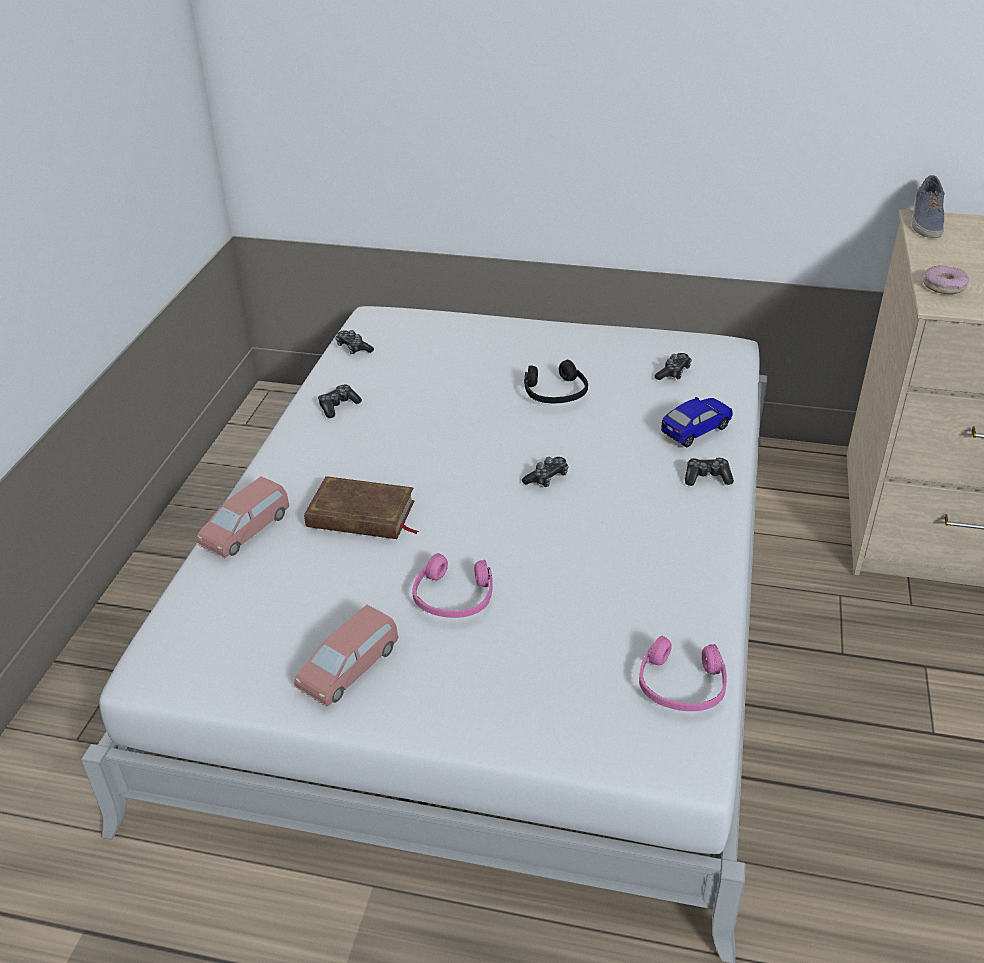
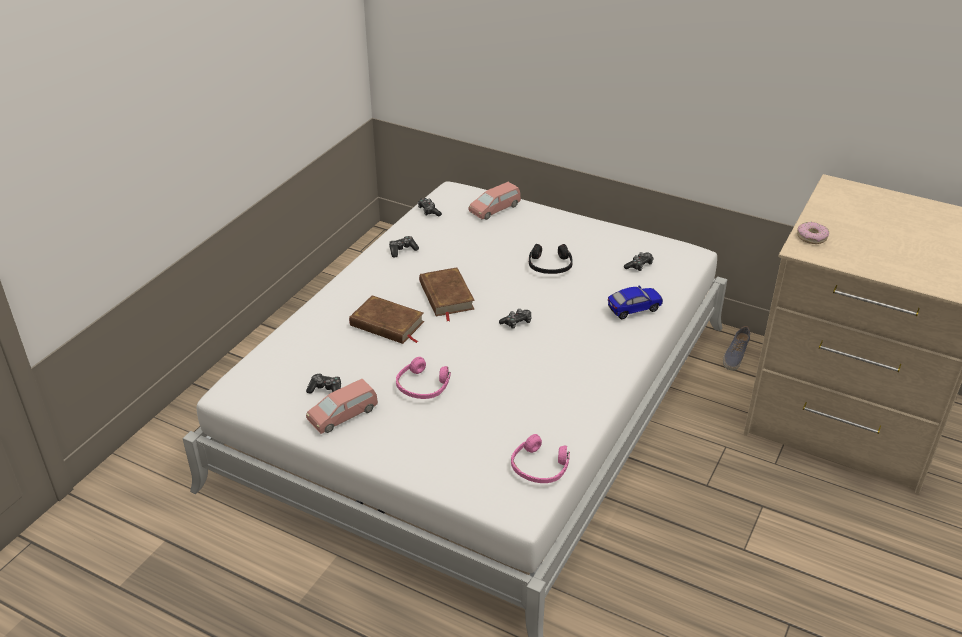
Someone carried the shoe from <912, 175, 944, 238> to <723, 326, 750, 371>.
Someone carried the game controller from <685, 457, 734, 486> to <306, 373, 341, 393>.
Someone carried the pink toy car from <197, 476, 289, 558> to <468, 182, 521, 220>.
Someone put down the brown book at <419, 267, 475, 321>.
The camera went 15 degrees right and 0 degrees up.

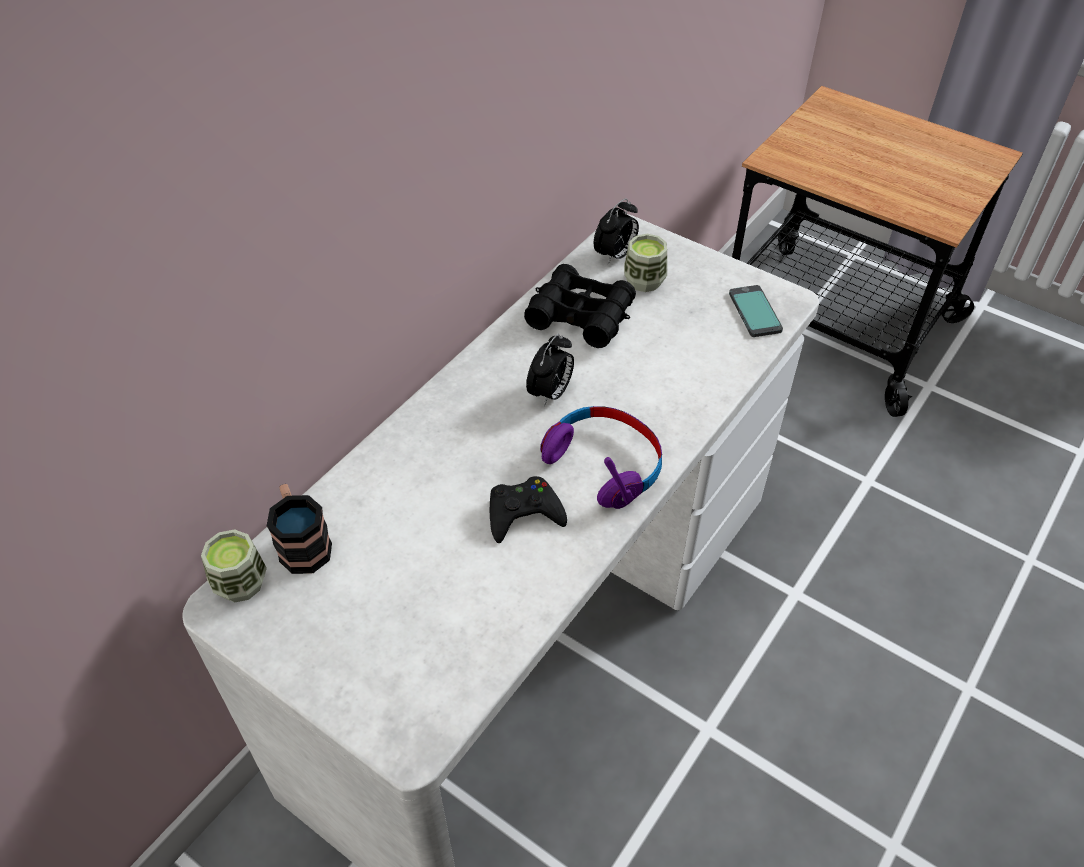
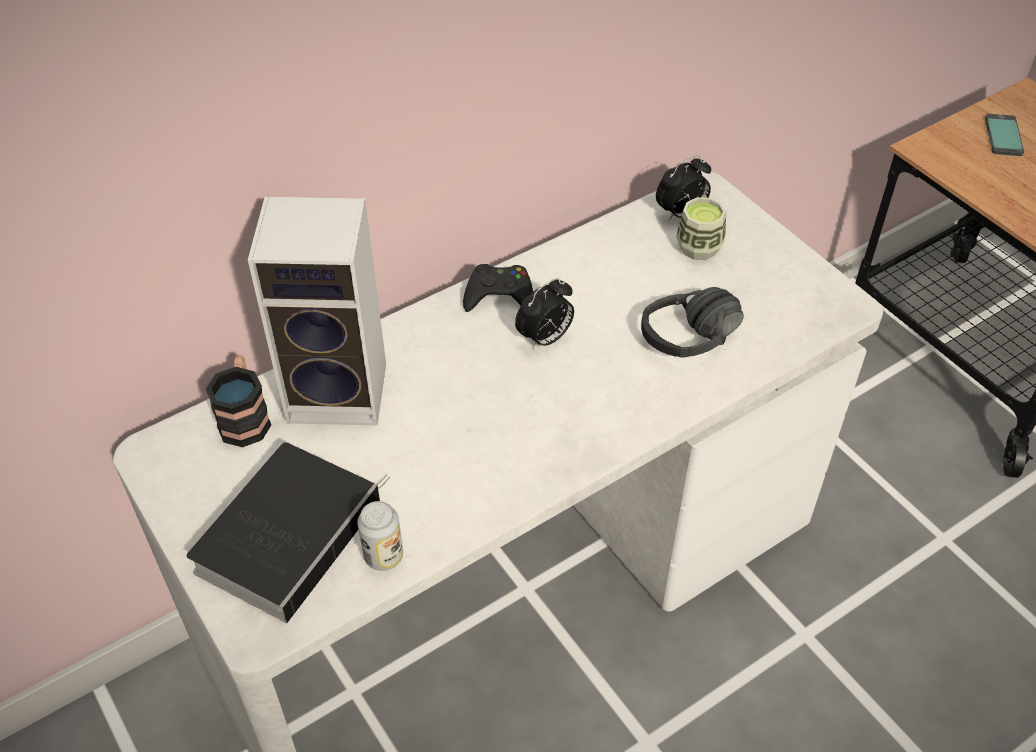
Someone took away the black binoculars at <524, 264, 636, 348>.
Someone carried the phone from <729, 285, 783, 337> to <985, 114, 1024, 156>.
Someone took away the purple headphones at <540, 406, 662, 509>.
Someone carried the black game controller from <490, 476, 567, 543> to <463, 264, 533, 312>.
Someone took away the cup at <201, 529, 267, 602>.
Someone put down the speaker at <248, 196, 386, 426>.
Someone put down the black headphones at <641, 287, 744, 358>.
Someone put down the book at <187, 442, 390, 623>.
Someone put down the can at <358, 501, 403, 571>.
The camera went 20 degrees right and 0 degrees up.

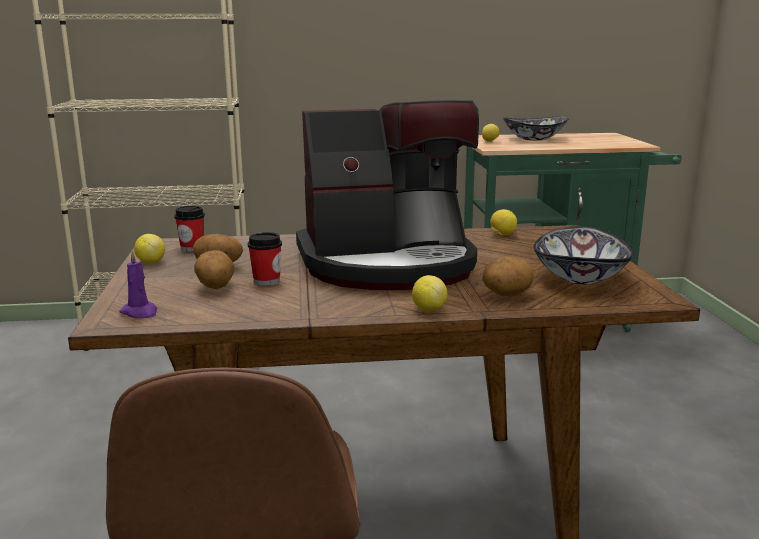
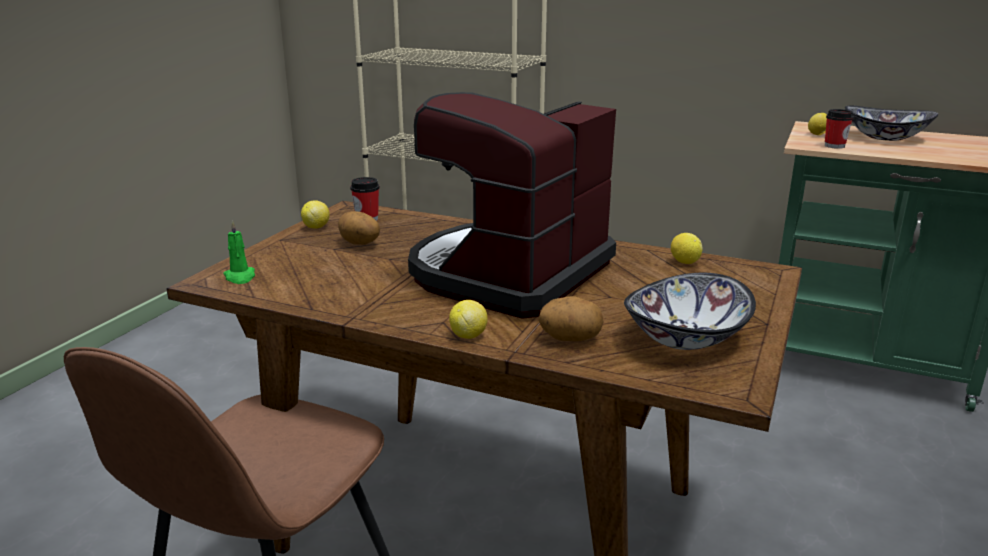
Someone rotated the coffee machine at <296, 100, 479, 290> by 105 degrees clockwise.
Someone carried the cup from <248, 232, 282, 286> to <825, 109, 853, 149>.
Someone repainted the purple candle at <120, 250, 157, 318>, which became the green candle at <223, 220, 255, 284>.
Someone took away the potato at <194, 250, 234, 289>.
The camera went 30 degrees right and 5 degrees up.

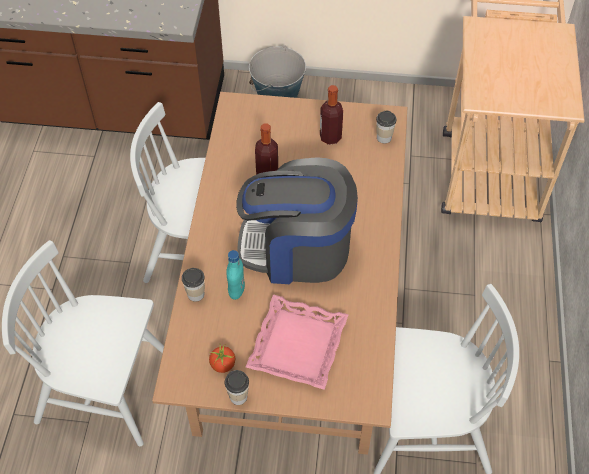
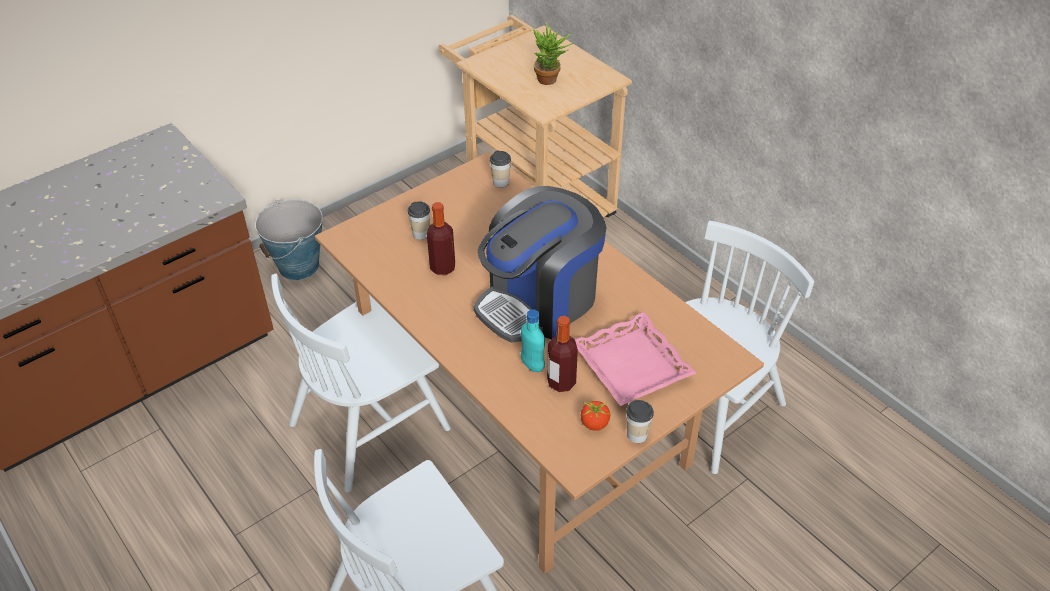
Someone carried the bottle from <320, 85, 343, 145> to <547, 316, 578, 392>.
Someone carried the cup from <182, 268, 205, 302> to <408, 202, 430, 240>.
Someone put down the potted plant at <532, 22, 574, 85>.
The camera went 45 degrees left and 10 degrees down.

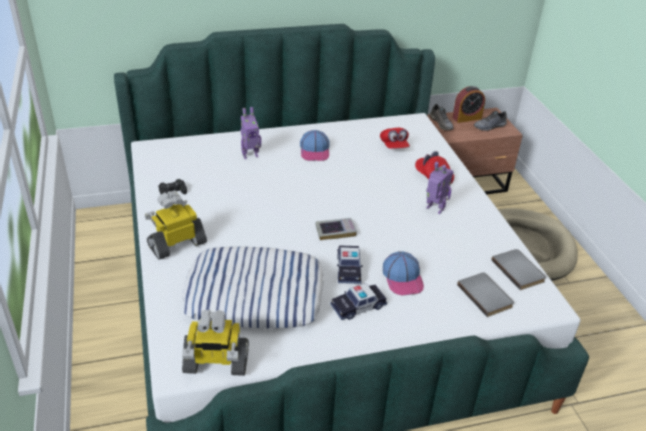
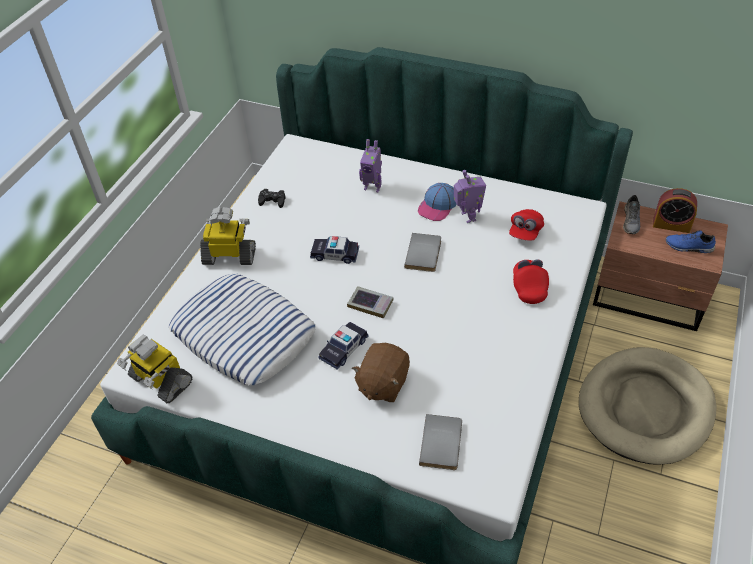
Someone repainted the grey shoe at <473, 111, 507, 131>, which became the blue shoe at <666, 231, 716, 253>.
Someone carried the toy robot from <426, 162, 453, 214> to <454, 170, 486, 223>.
Someone carried the grey book from <491, 249, 546, 290> to <404, 233, 441, 272>.
Someone swapped the cap at <383, 251, 424, 295> for the brown plush toy at <352, 343, 410, 402>.
Someone carried the toy car from <330, 283, 387, 320> to <310, 236, 359, 264>.
The camera went 40 degrees right and 10 degrees up.

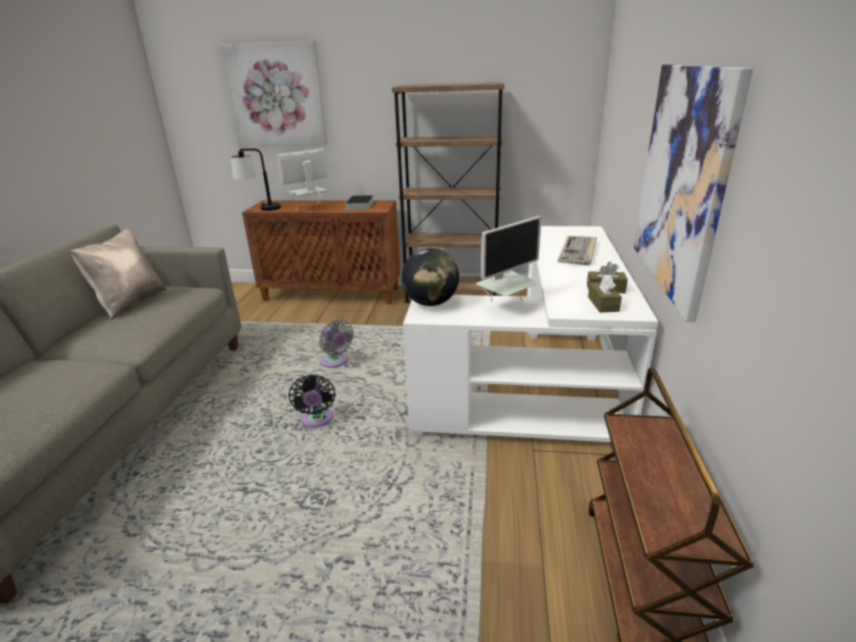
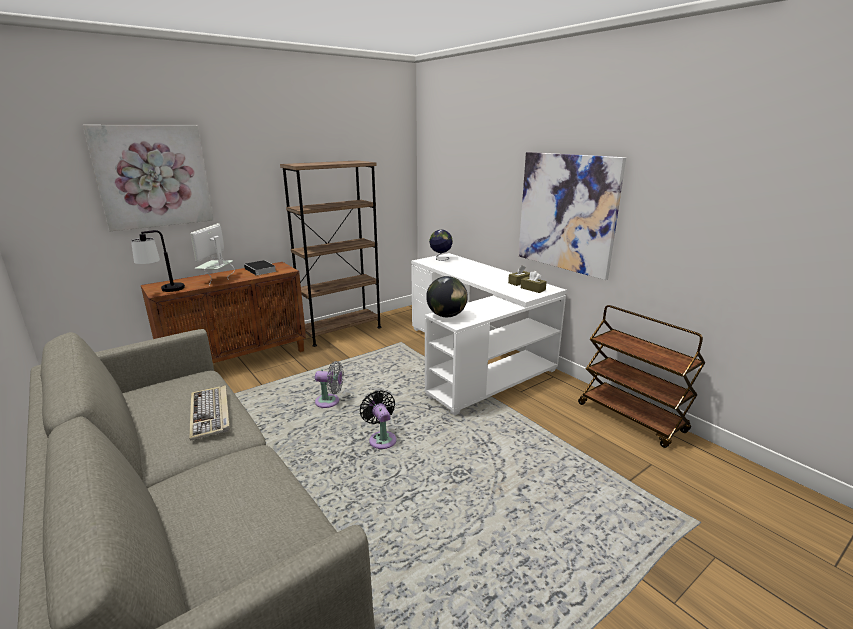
Someone took away the monitor at <476, 216, 541, 301>.
Someone took away the beige pillow at <70, 228, 166, 319>.
Someone carried the keyboard from <558, 236, 597, 265> to <189, 385, 230, 440>.
Someone rotated the black fan at <288, 374, 336, 427> by 150 degrees counterclockwise.
Someone put down the globe at <429, 230, 453, 260>.
The camera went 45 degrees left and 5 degrees down.

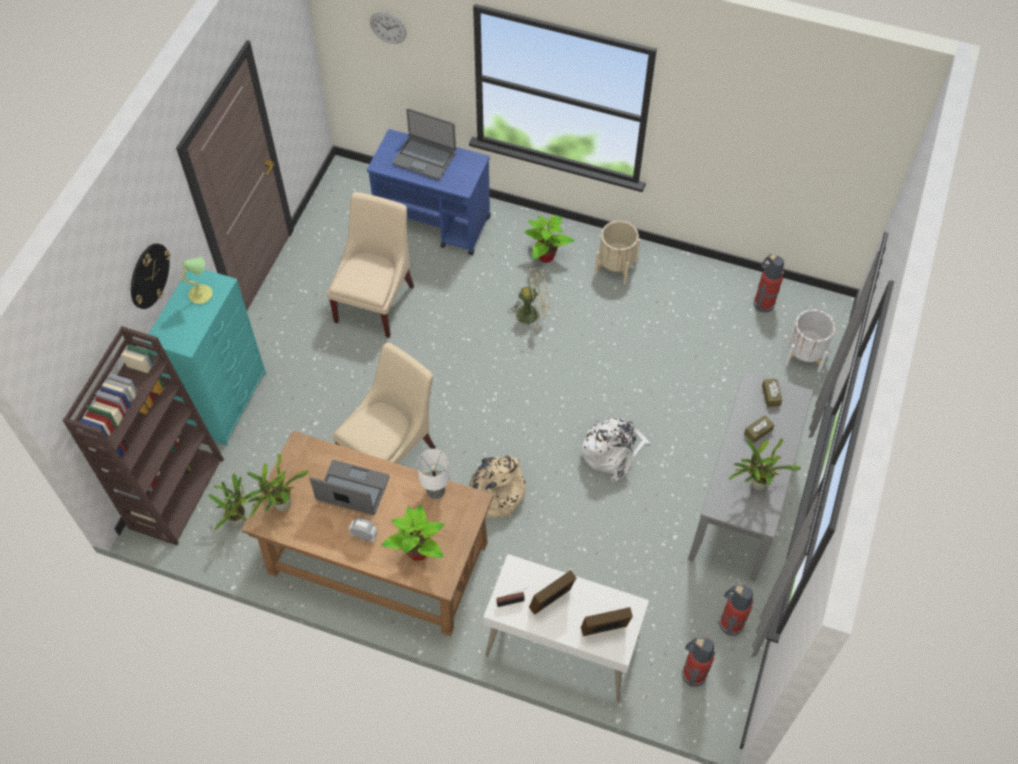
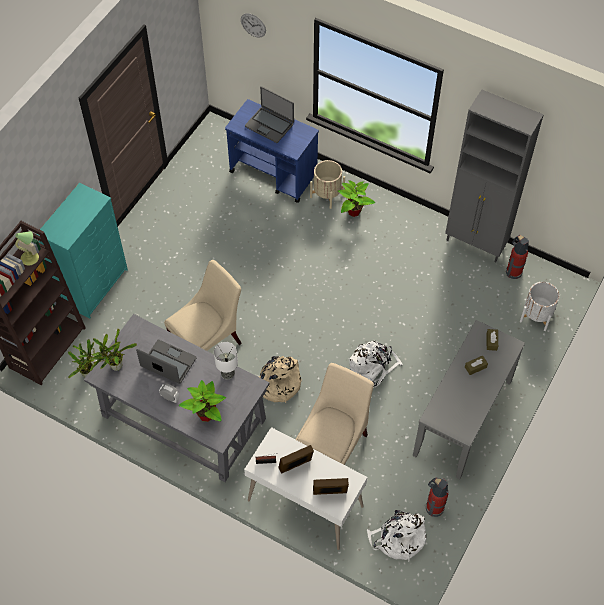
Someone carried the beige chair from <327, 192, 414, 338> to <295, 363, 374, 465>.
Someone carried the beige planter from <595, 221, 640, 284> to <310, 160, 345, 209>.
Someone took away the wall clock at <131, 243, 170, 309>.
Someone carried the table lamp from <182, 257, 213, 304> to <15, 231, 39, 265>.
Someone took away the beige fan at <509, 268, 550, 330>.
Someone repainted the brown desk at <242, 430, 493, 636>, which became the grey desk at <84, 314, 269, 482>.
Someone took away the potted plant at <728, 438, 801, 491>.
Someone swapped the fire extinguisher at <682, 637, 716, 687> for the white backpack at <367, 510, 427, 561>.
Someone put down the grey cabinet at <445, 90, 544, 262>.
The camera went 10 degrees right and 0 degrees up.

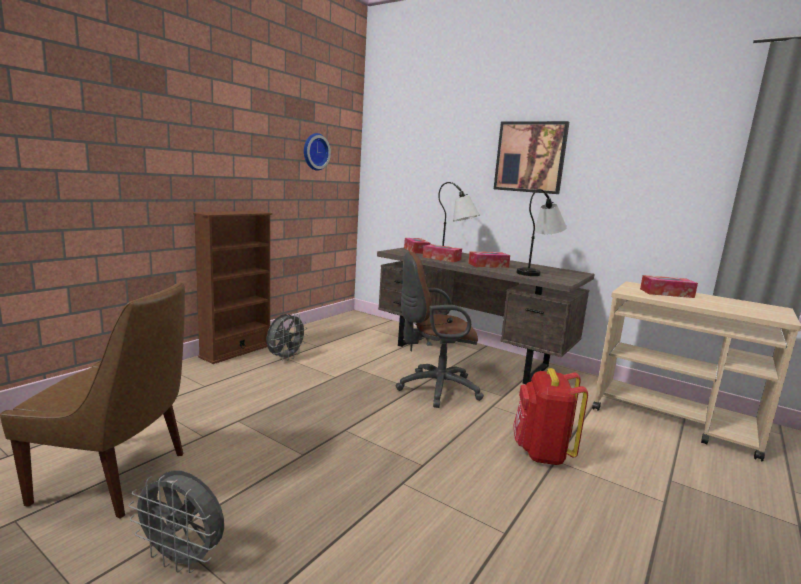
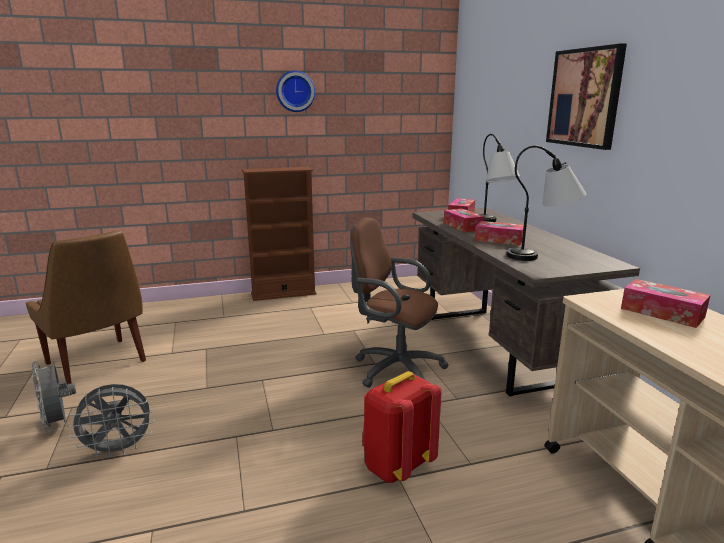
Someone carried the wall clock from <304, 133, 331, 171> to <276, 70, 315, 112>.
Someone carried the grey fan from <267, 313, 308, 361> to <67, 384, 154, 458>.
The camera went 40 degrees right and 5 degrees up.

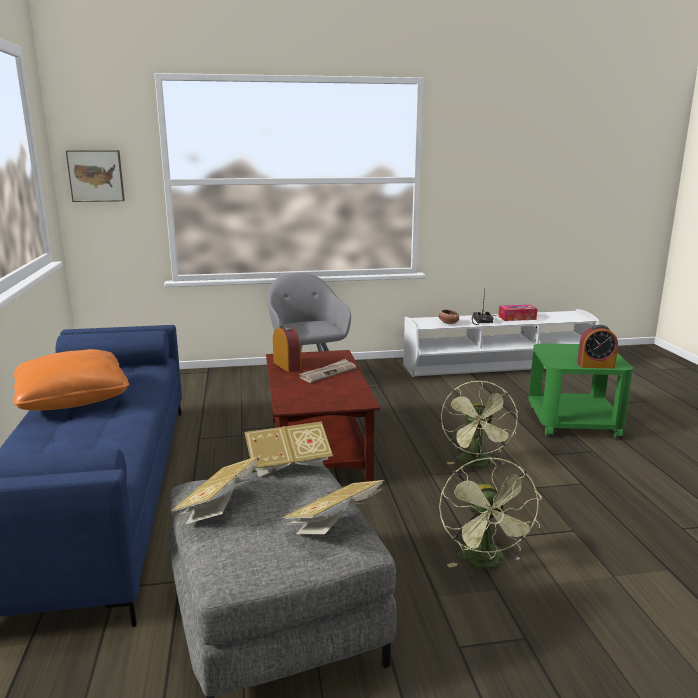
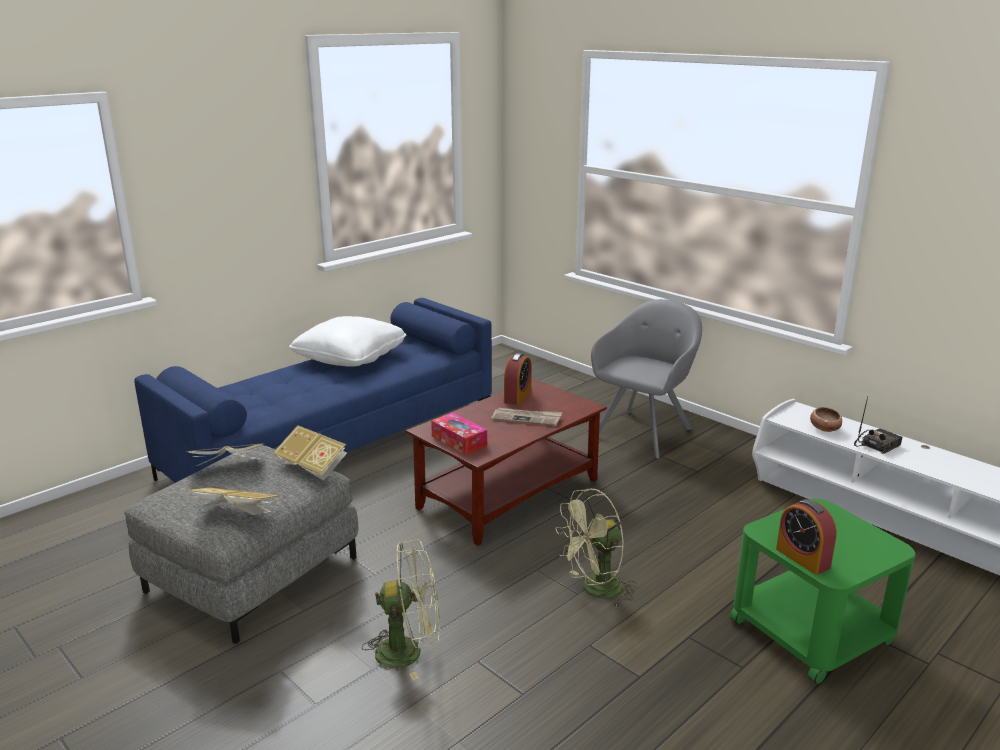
Someone took away the picture at <66, 150, 125, 202>.
Someone carried the tissue box from <498, 305, 537, 321> to <431, 413, 487, 455>.
Someone repainted the orange pillow at <13, 349, 129, 411>, which became the white pillow at <289, 316, 406, 367>.
Someone rotated the green fan at <439, 457, 542, 569> by 150 degrees counterclockwise.
The camera went 55 degrees right and 5 degrees up.

